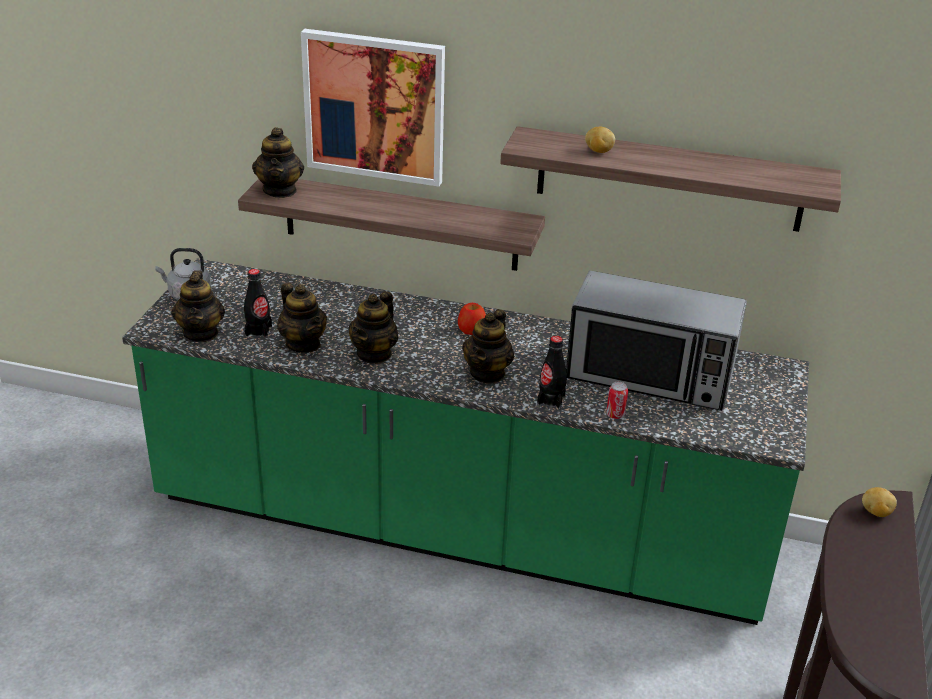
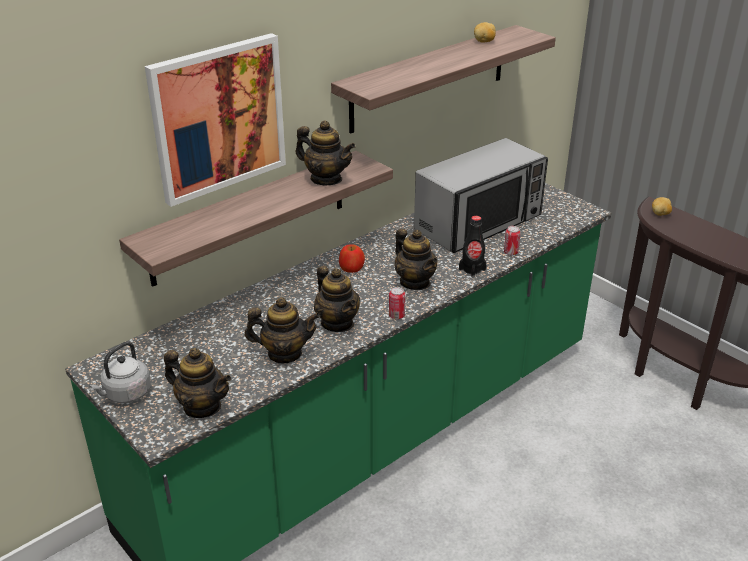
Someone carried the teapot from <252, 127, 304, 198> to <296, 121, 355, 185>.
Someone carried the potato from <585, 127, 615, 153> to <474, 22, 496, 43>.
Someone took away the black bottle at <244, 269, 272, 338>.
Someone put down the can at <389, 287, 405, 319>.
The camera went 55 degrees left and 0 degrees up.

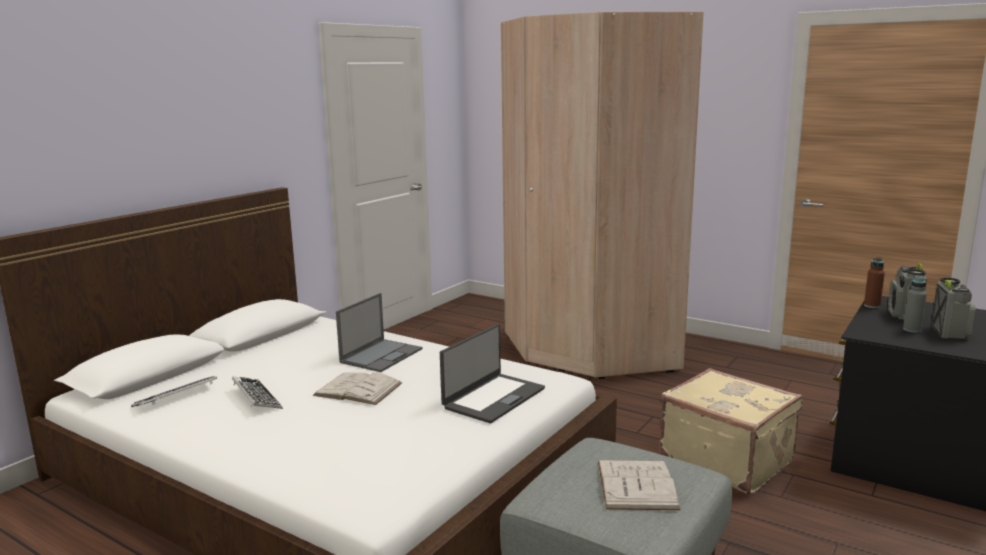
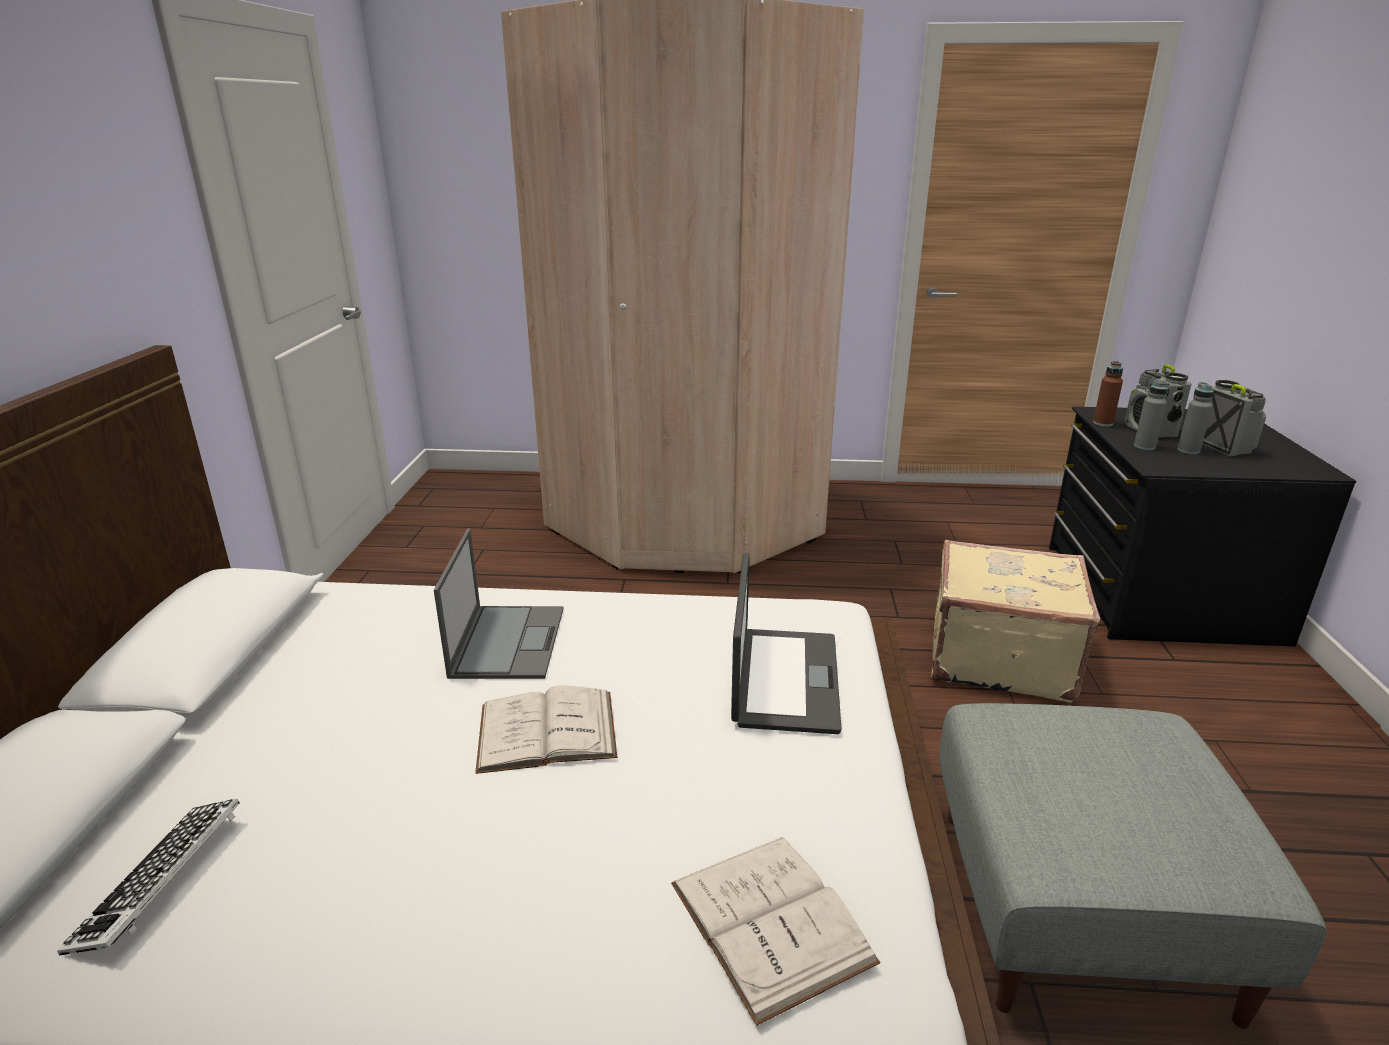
Someone took away the keyboard at <232, 376, 283, 409>.
Someone carried the white book from <598, 460, 680, 510> to <671, 837, 880, 1026>.
Someone put down the grey bottle at <1134, 380, 1170, 450>.
The camera went 30 degrees left and 10 degrees up.

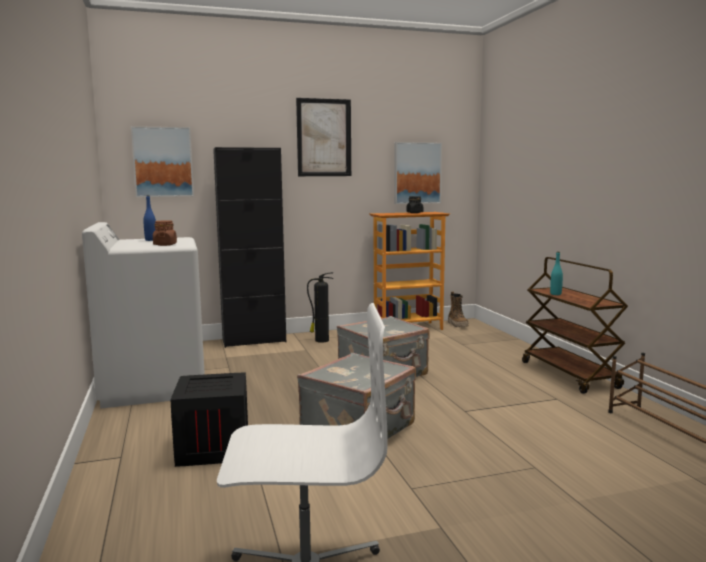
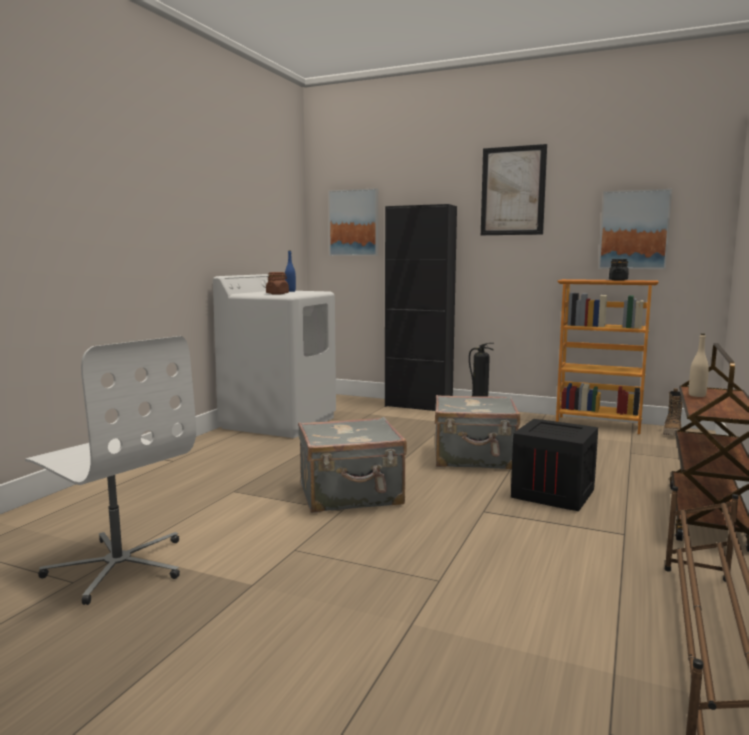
Someone repainted the turquoise bottle at <550, 252, 563, 295>, which became the beige bottle at <689, 333, 709, 397>.
Someone carried the crate from <171, 372, 248, 467> to <511, 419, 598, 511>.
The camera went 40 degrees right and 0 degrees up.

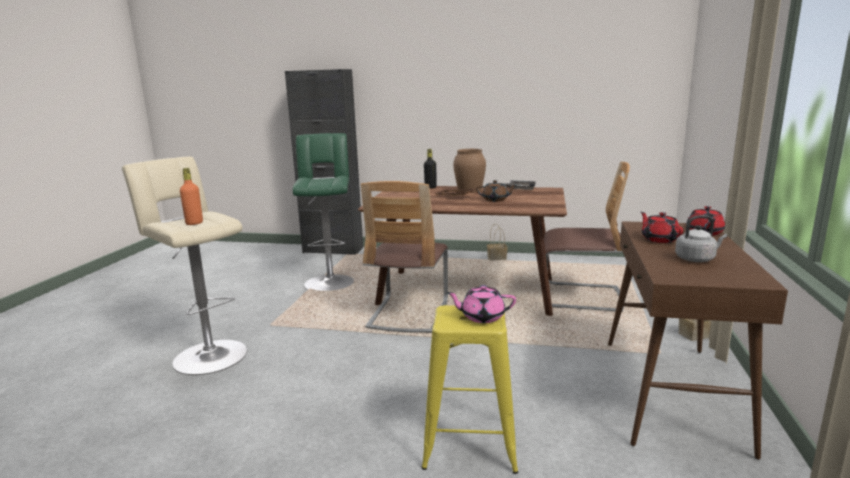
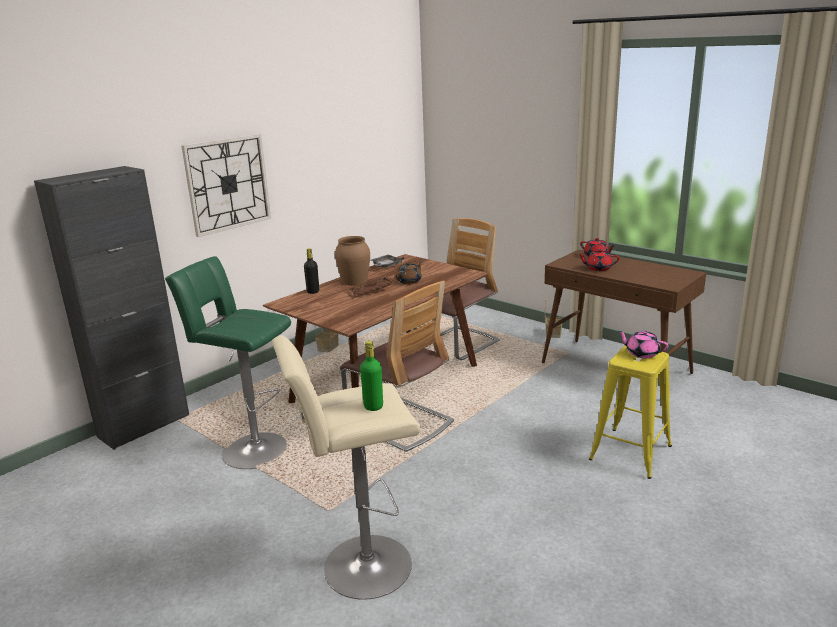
Someone repainted the orange bottle at <180, 168, 203, 225>, which became the green bottle at <360, 341, 383, 411>.
Someone took away the grey kettle at <675, 215, 727, 262>.
Someone rotated the pink teapot at <446, 285, 516, 323> by 90 degrees clockwise.
Someone put up the wall clock at <182, 134, 271, 237>.
The camera went 60 degrees left and 5 degrees up.

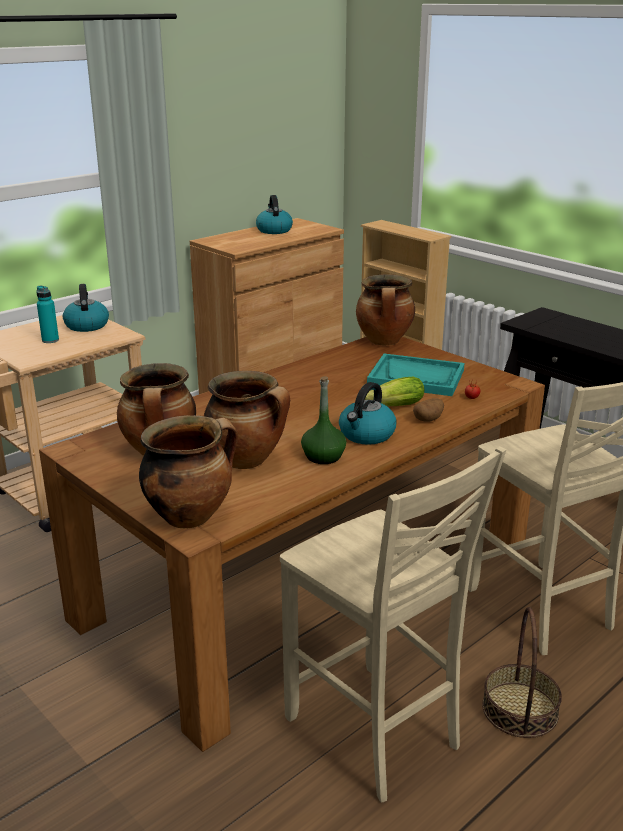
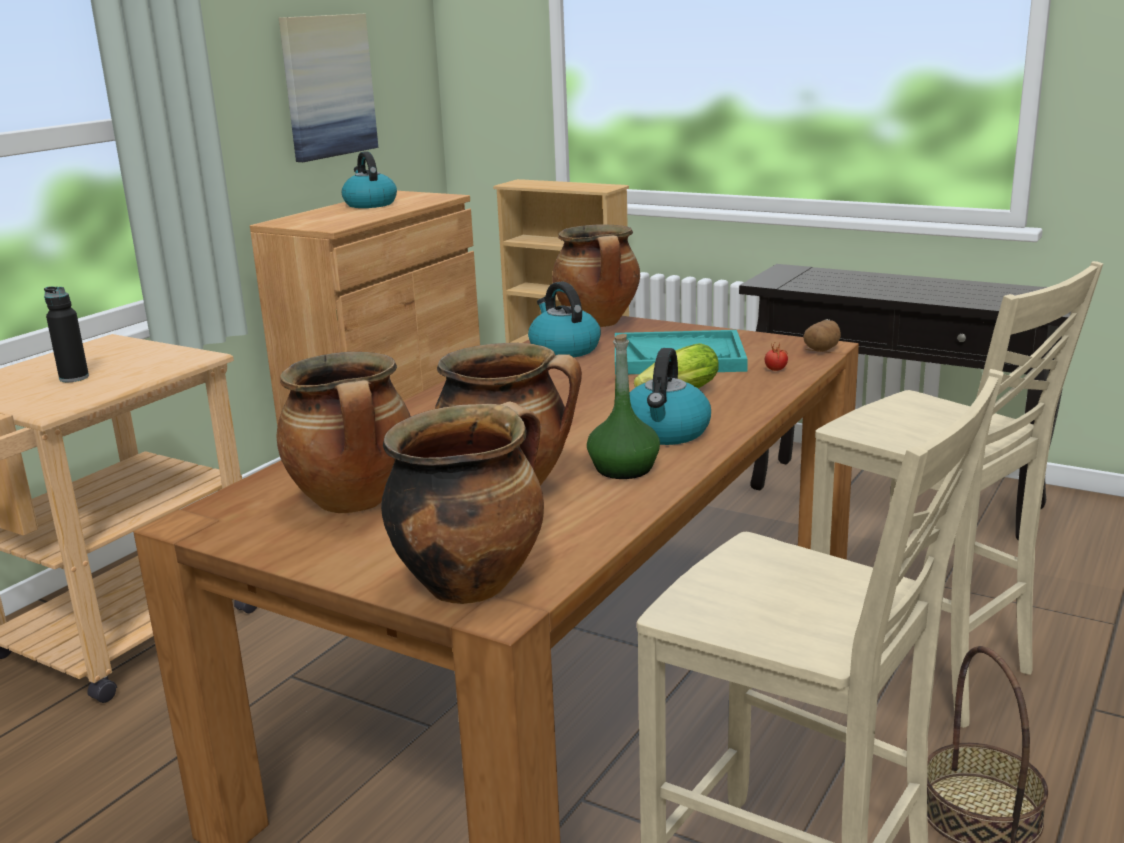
Someone carried the kettle from <63, 284, 109, 332> to <528, 281, 601, 357>.
Someone repainted the turquoise bottle at <37, 286, 59, 343>, which became the black bottle at <44, 286, 89, 382>.
Someone carried the potato from <413, 398, 444, 422> to <803, 320, 841, 351>.
Someone put up the picture at <279, 13, 378, 162>.
The camera went 15 degrees left and 5 degrees down.

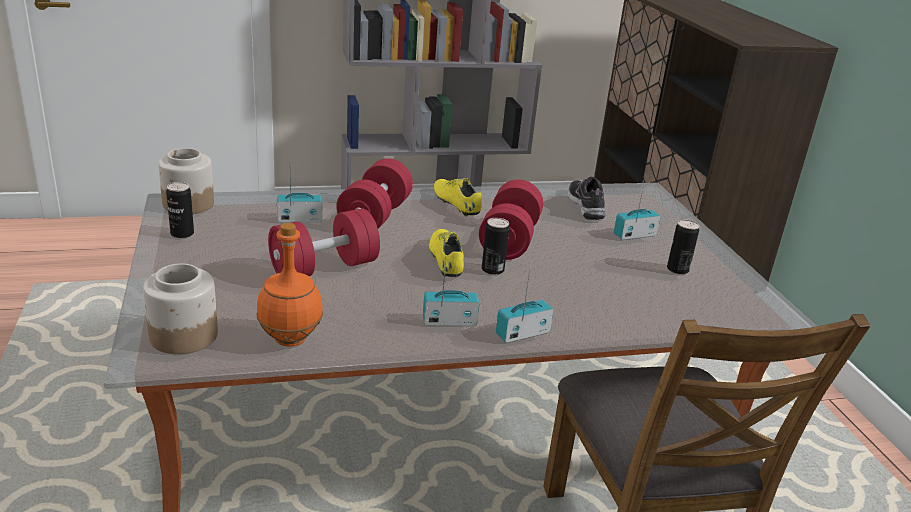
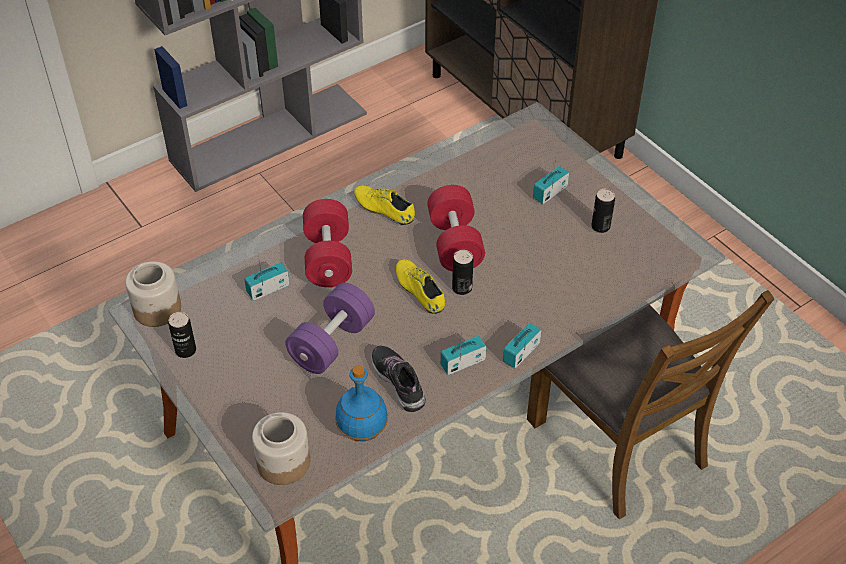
Someone carried the shoe from <568, 177, 605, 220> to <371, 345, 426, 412>.
Someone repainted the red dumbbell at <268, 208, 380, 276>, which became the purple dumbbell at <285, 283, 375, 374>.
Someone repainted the orange bottle at <257, 223, 323, 347>, which became the blue bottle at <335, 365, 388, 442>.
The camera went 20 degrees left and 20 degrees up.

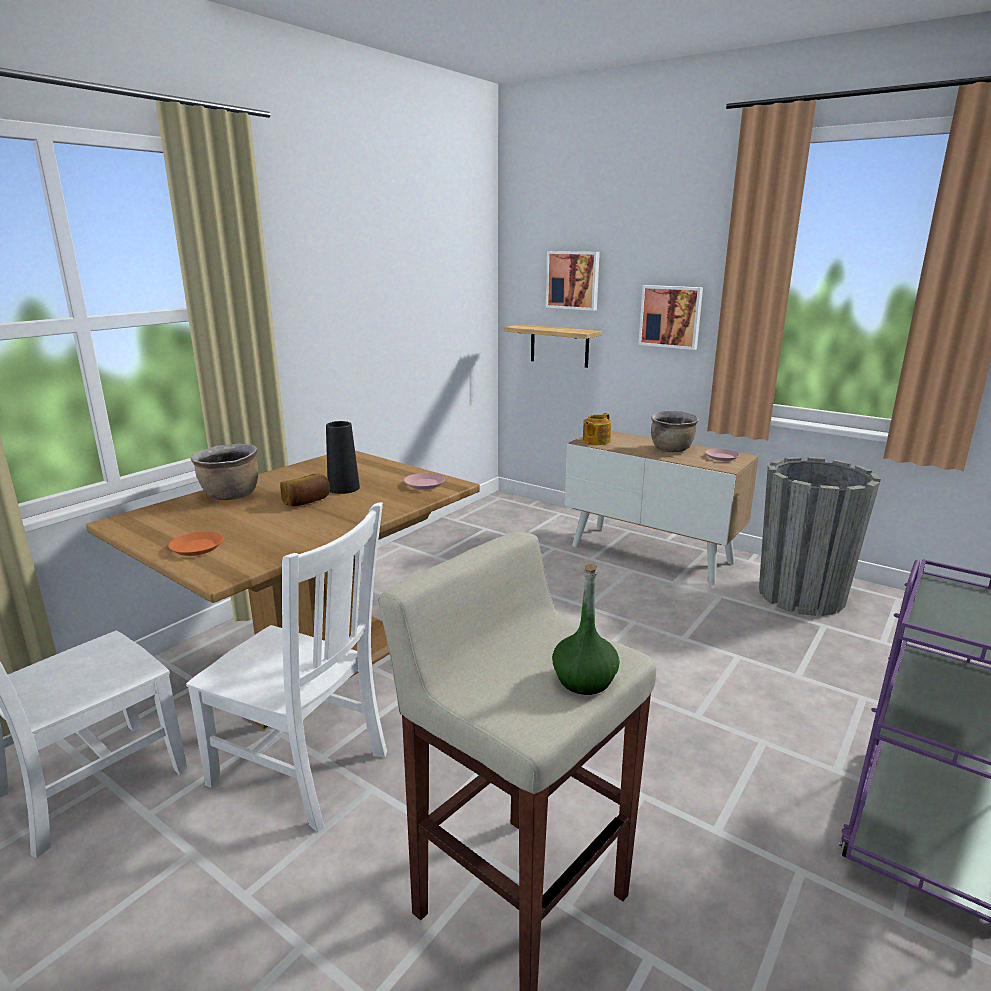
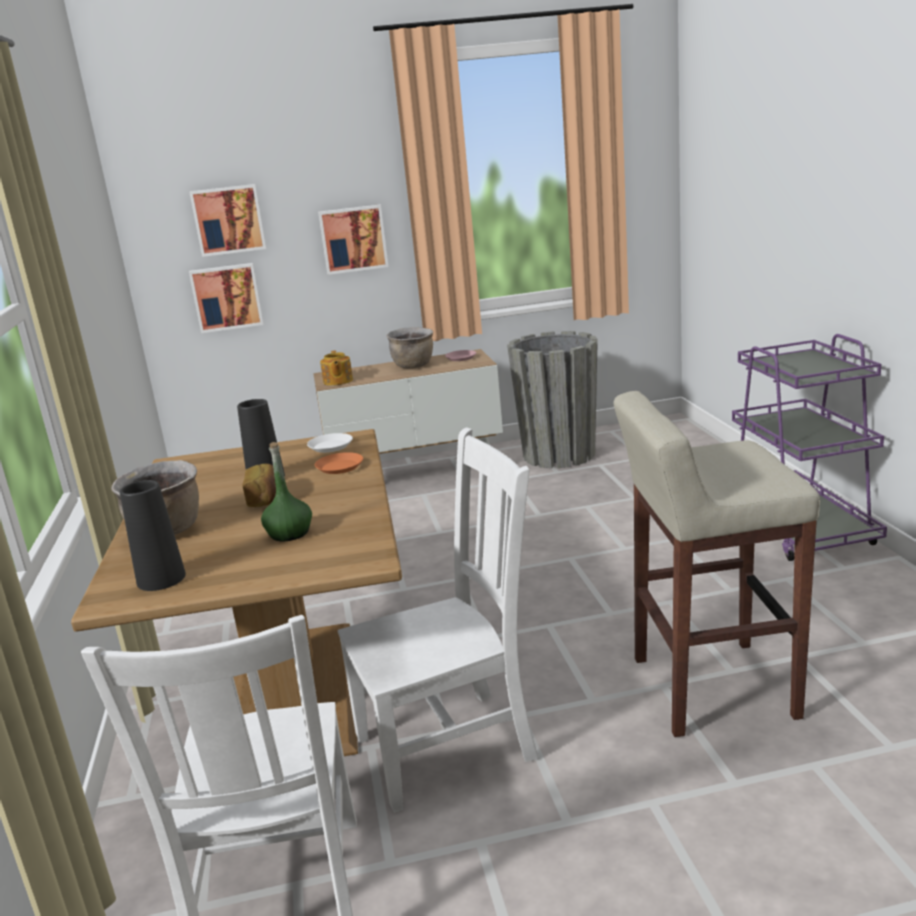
Someone swapped the shelf at <504, 324, 602, 368> for the picture at <189, 263, 264, 333>.
Someone repainted the pink plate at <404, 473, 445, 490>, which became the white plate at <307, 433, 353, 453>.
Someone carried the orange plate from <168, 531, 223, 556> to <315, 452, 363, 474>.
Someone carried the green bottle from <552, 564, 620, 695> to <261, 442, 312, 541>.
Someone put down the black vase at <119, 480, 186, 591>.
The camera went 45 degrees left and 0 degrees up.

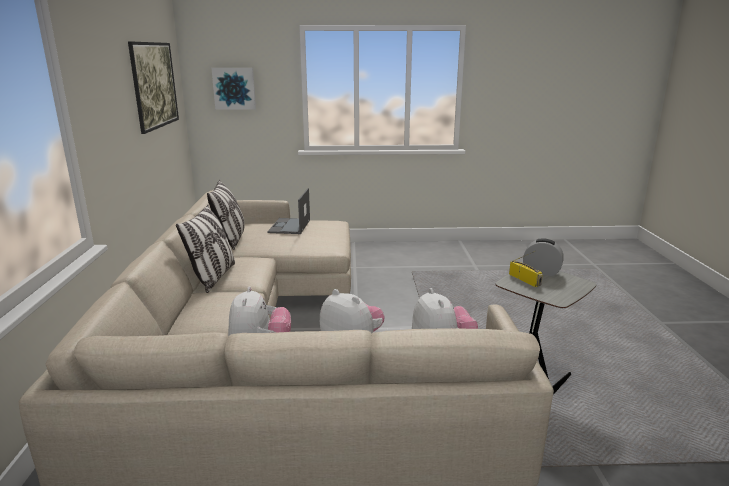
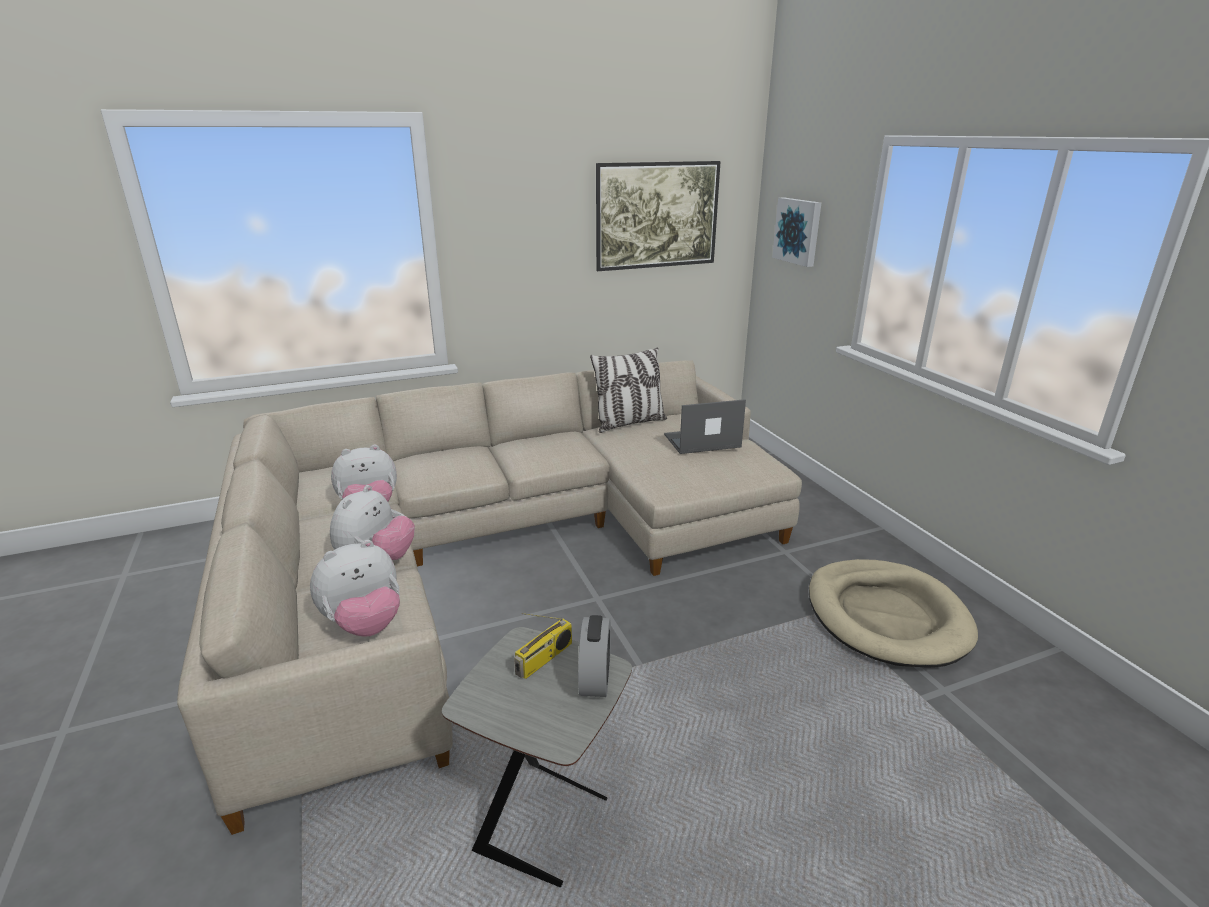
Someone took away the pillow at <176, 205, 235, 293>.
Someone put down the beige dog bed at <809, 559, 978, 668>.
The camera went 70 degrees right and 5 degrees up.

